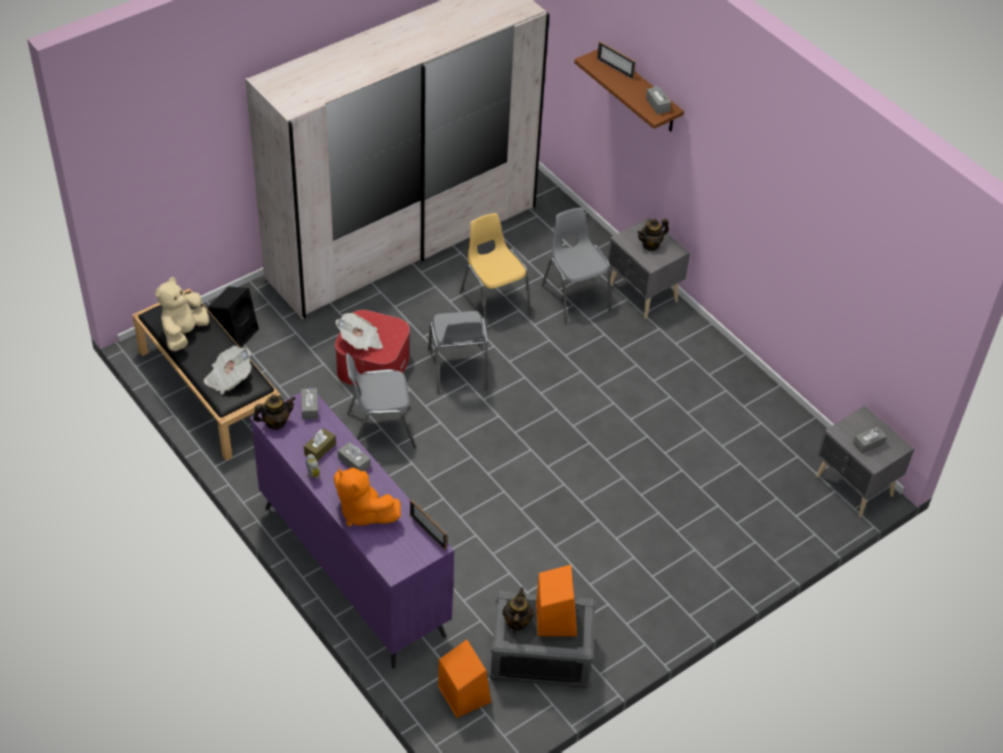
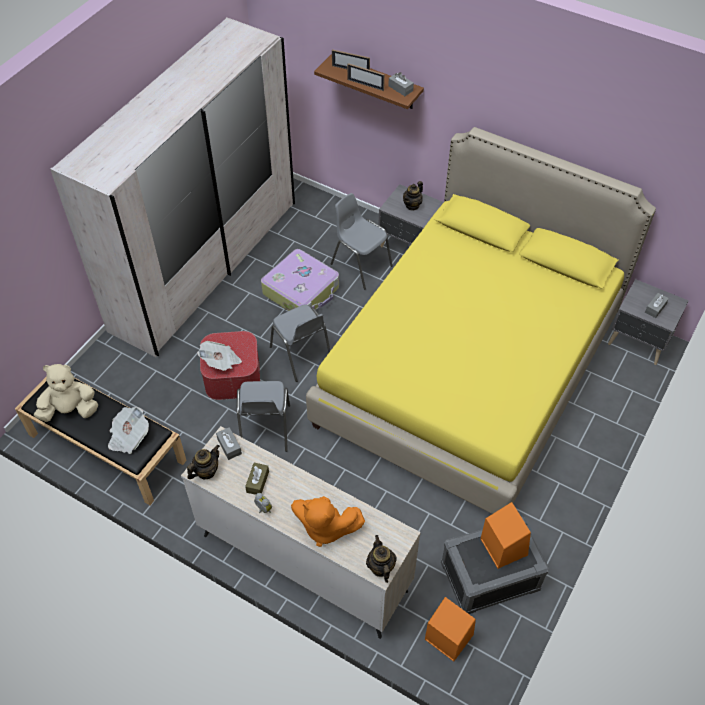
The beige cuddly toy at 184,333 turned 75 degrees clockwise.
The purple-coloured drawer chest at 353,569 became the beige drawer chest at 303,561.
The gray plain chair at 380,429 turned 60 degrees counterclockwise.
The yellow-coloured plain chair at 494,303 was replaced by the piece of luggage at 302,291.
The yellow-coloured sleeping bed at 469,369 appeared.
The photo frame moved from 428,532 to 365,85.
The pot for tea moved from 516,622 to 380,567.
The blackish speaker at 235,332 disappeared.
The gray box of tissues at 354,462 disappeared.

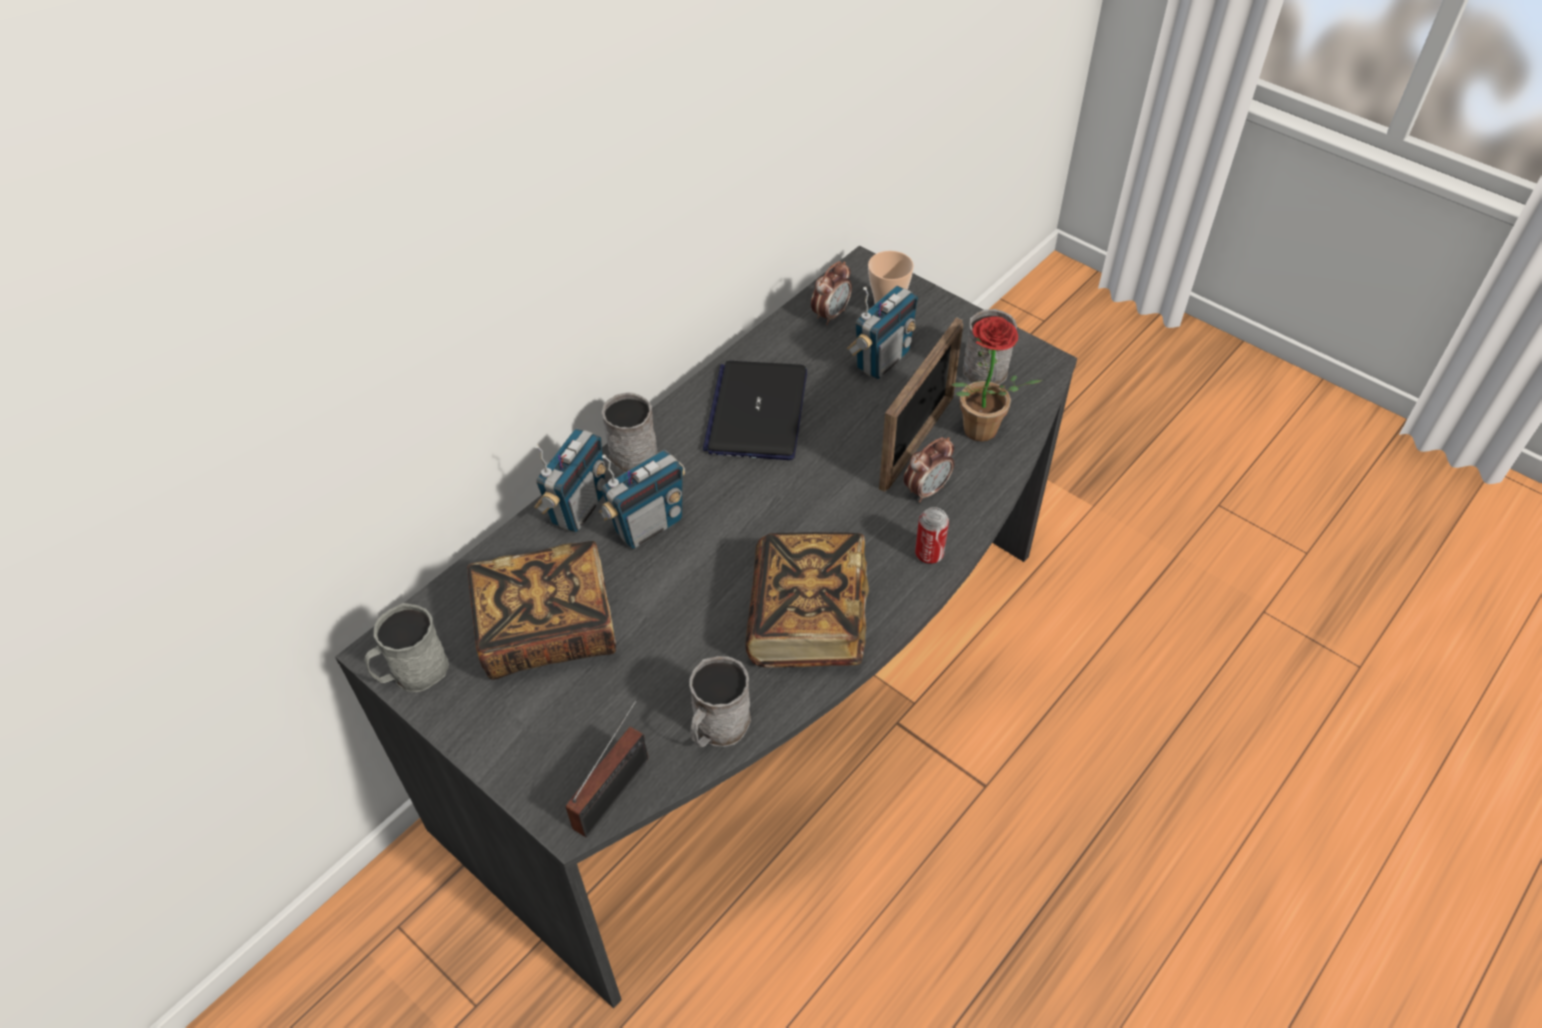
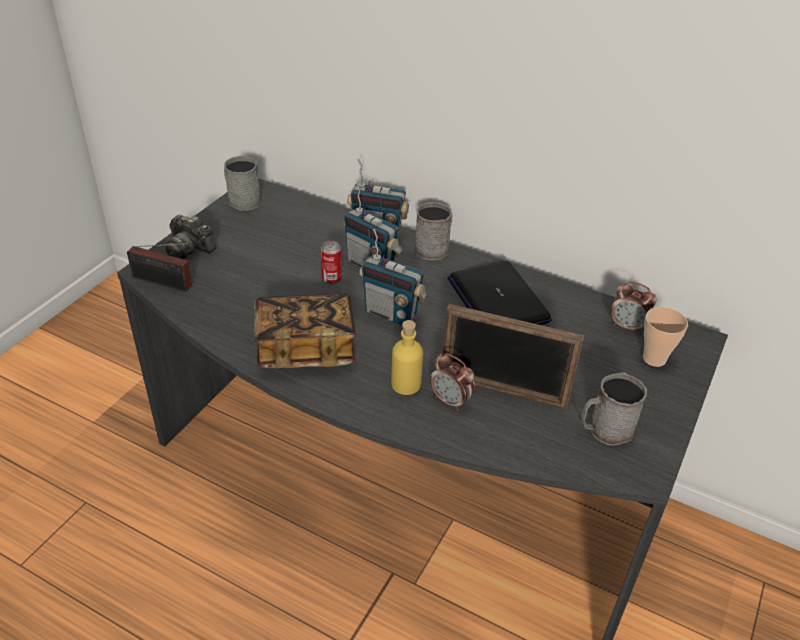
The still camera at 189,248 appeared.
The can moved from 929,554 to 331,279.
The radio receiver moved from 882,360 to 391,313.
The yellow-coloured drink bottle at 406,384 appeared.
The notebook computer at 757,412 turned 105 degrees counterclockwise.
The volume at 548,629 disappeared.
The gray coffee mug at 717,728 disappeared.
The houseplant at 978,435 disappeared.

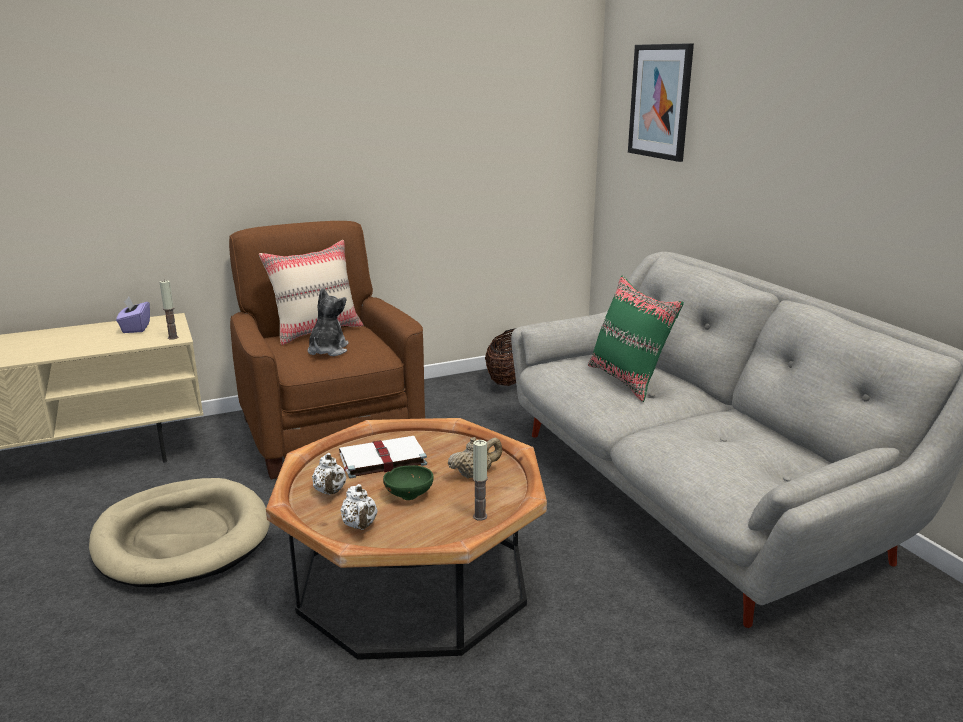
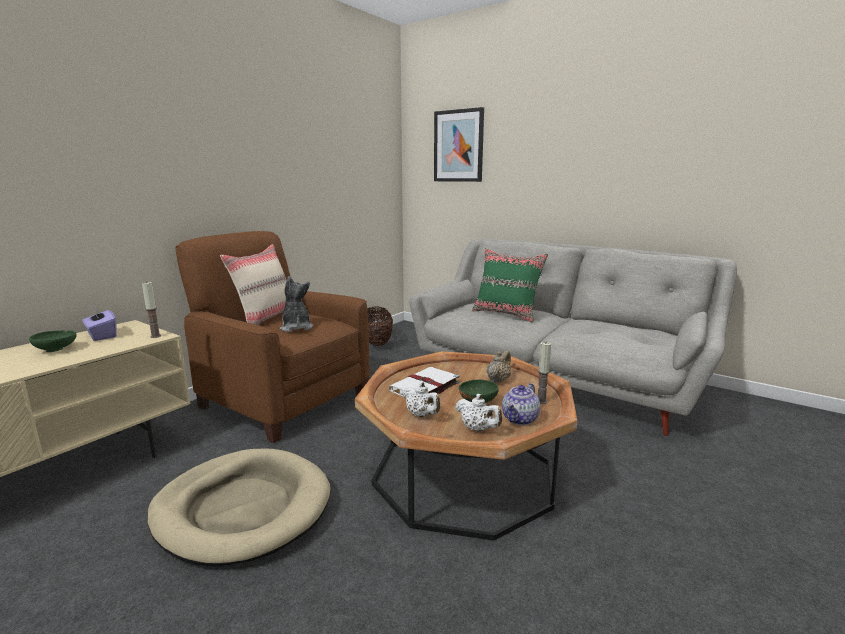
The green serving bowl at 57,350 appeared.
The pot for tea at 520,419 appeared.

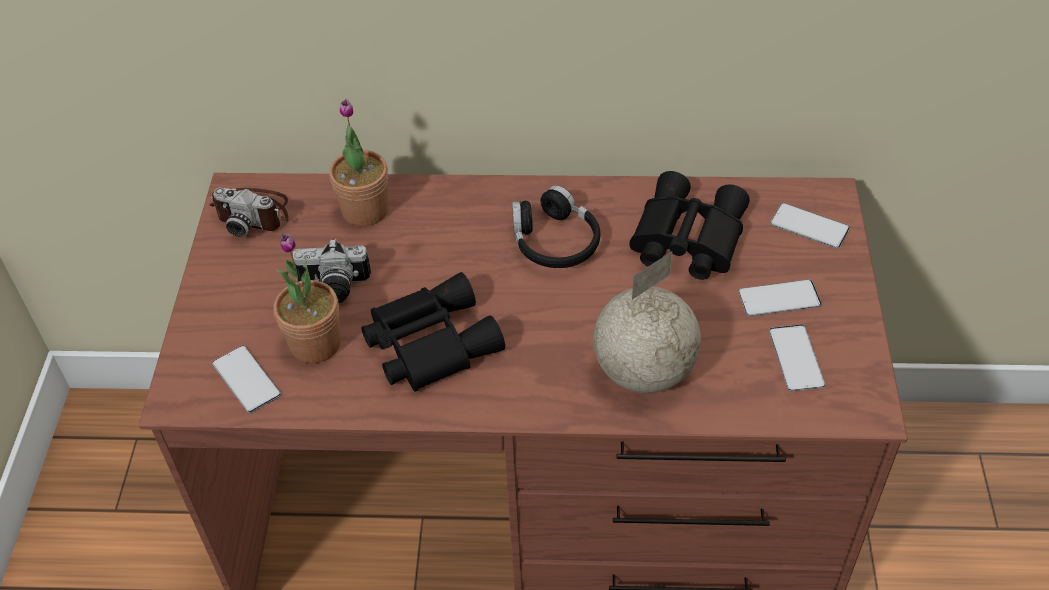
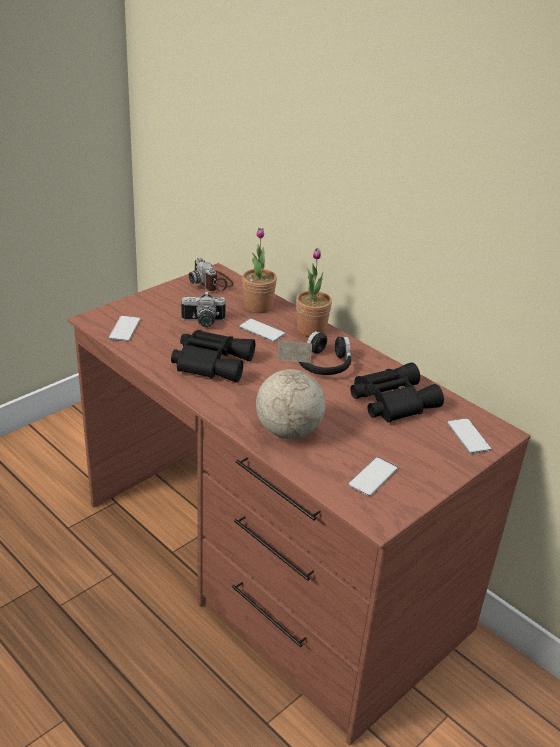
The still camera at 333,288 turned 45 degrees counterclockwise.
The phone moved from 779,298 to 262,330.
The houseplant moved from 315,344 to 311,330.

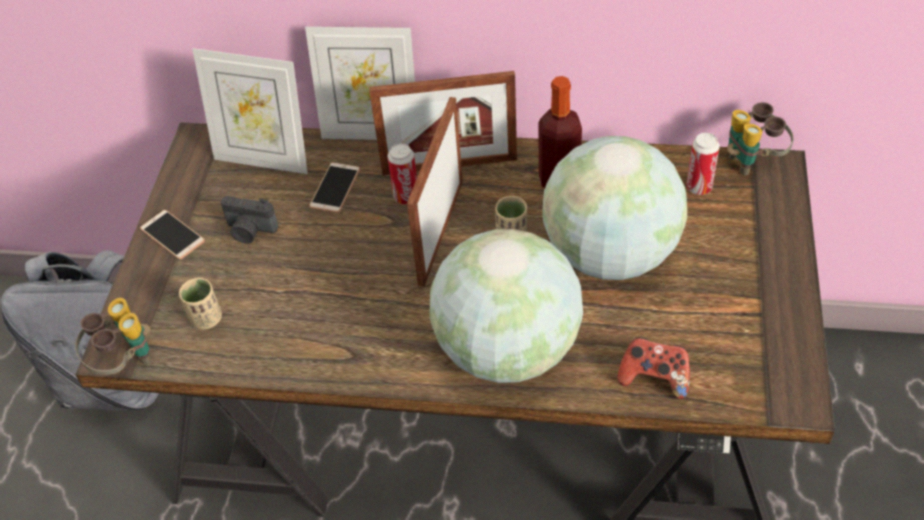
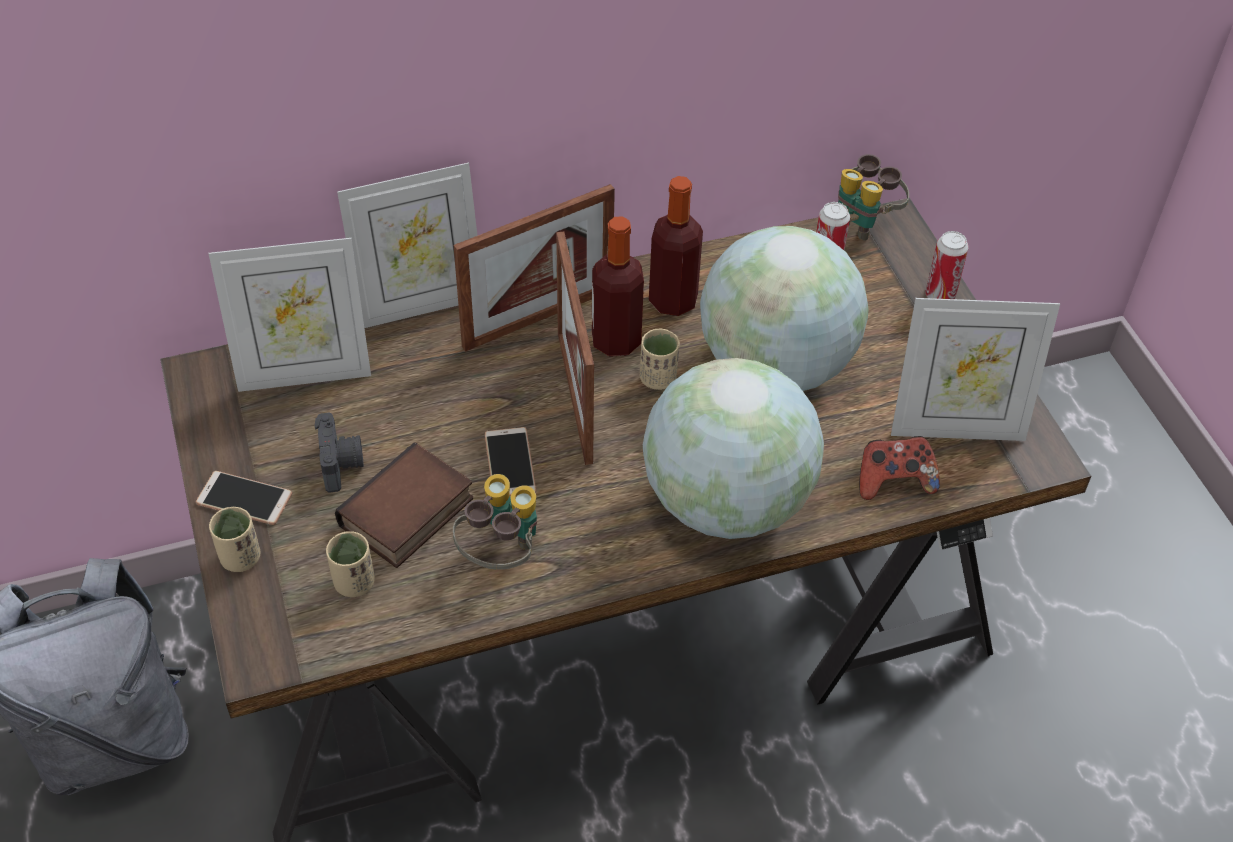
The beige drinking cup at 240,558 appeared.
The still camera at 250,231 turned 90 degrees counterclockwise.
The volume at 408,515 appeared.
The binoculars moved from 125,362 to 501,555.
The phone moved from 335,188 to 510,463.
The drink bottle at 616,341 appeared.
The photo frame at 956,427 appeared.
The can moved from 406,197 to 940,296.

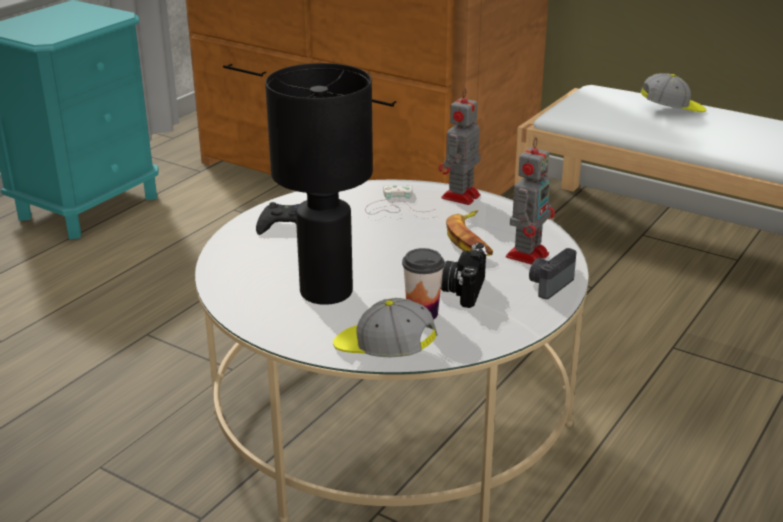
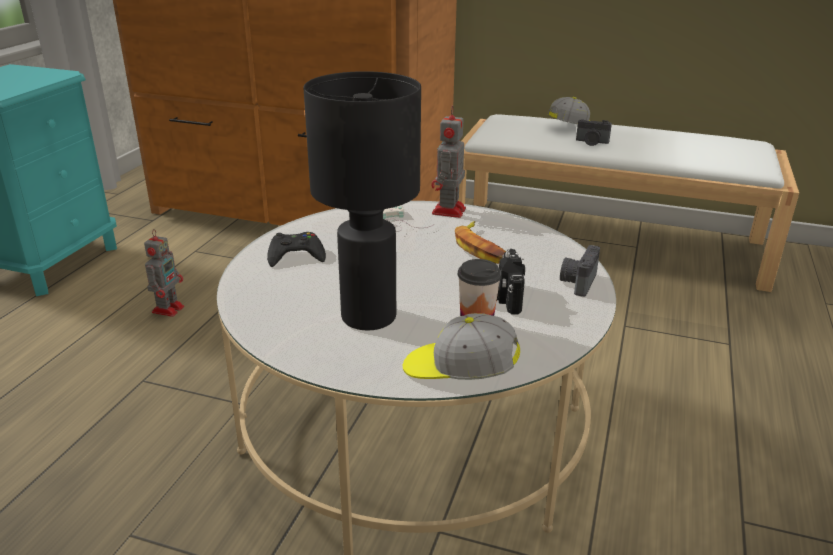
The toy robot moved from 528,254 to 169,308.
The still camera at 591,142 appeared.

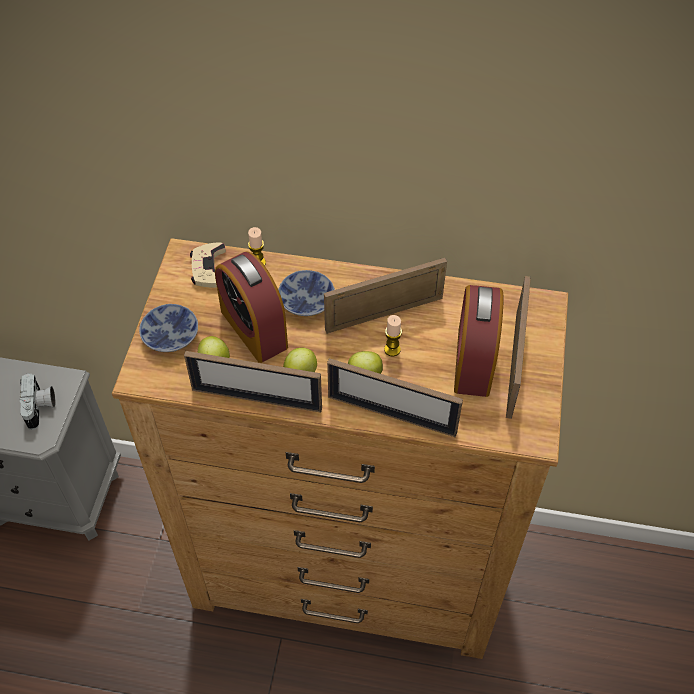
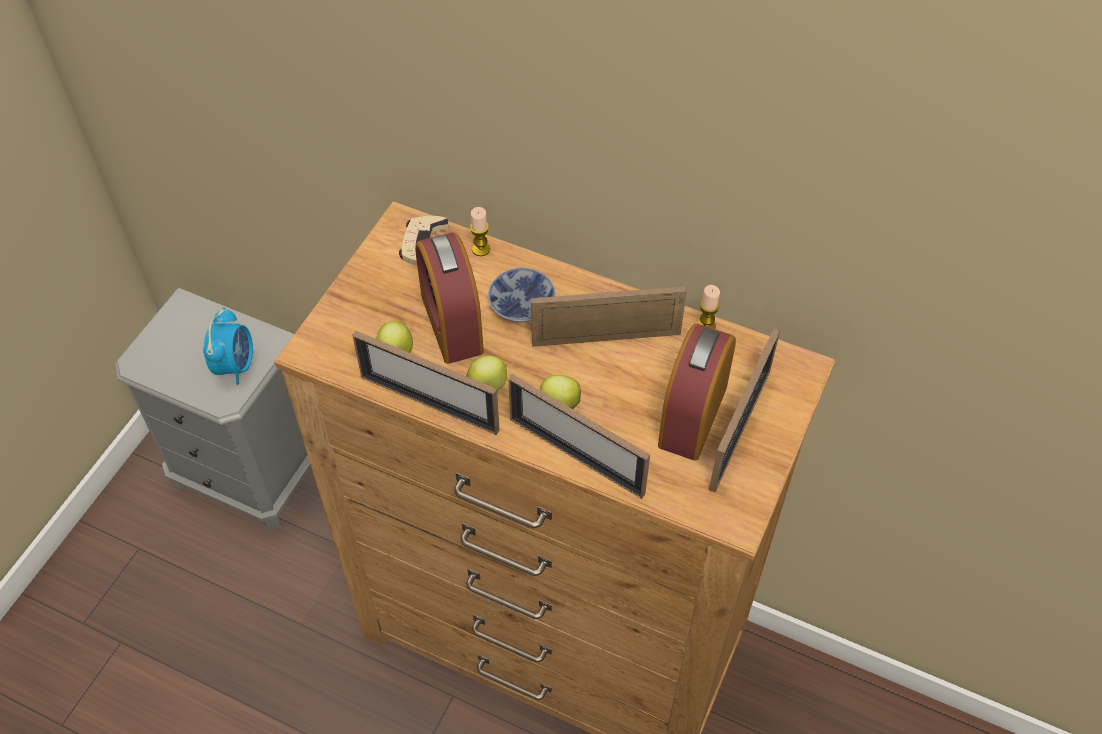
The still camera at 40,407 was replaced by the alarm clock at 235,365.
The wax candle moved from 392,349 to 706,326.
The serving bowl at 169,334 disappeared.

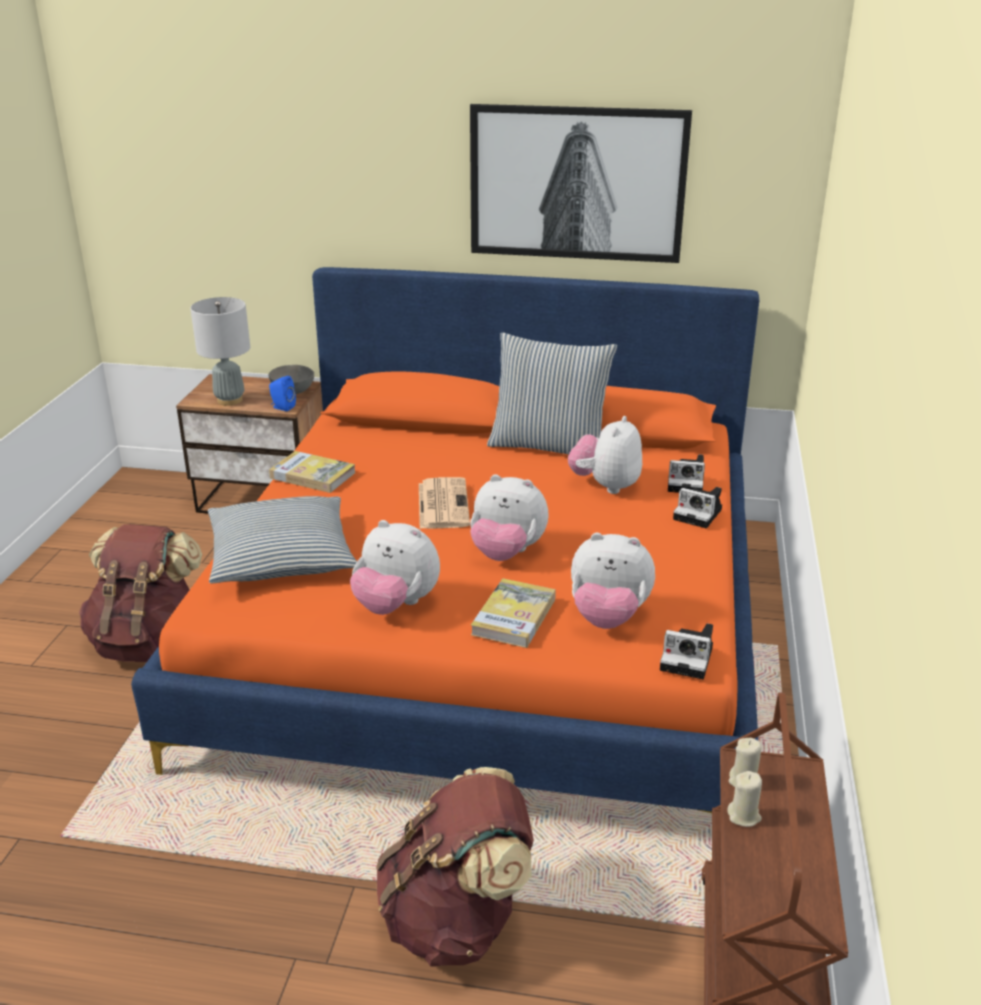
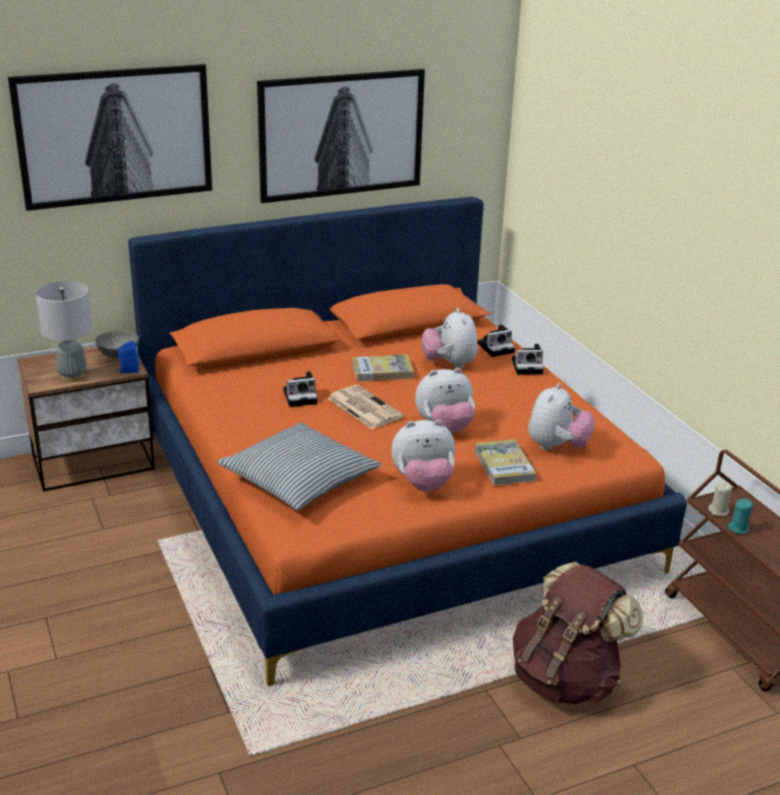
The wall picture at 115,136 appeared.
The still camera moved from 689,659 to 301,396.
The volume moved from 312,475 to 382,371.
The cuddly toy at 608,617 turned 45 degrees counterclockwise.
The beige wax candle at 744,816 became the turquoise-coloured wax candle at 738,528.
The brownish rucksack at 149,642 disappeared.
The cushion at 549,446 disappeared.

